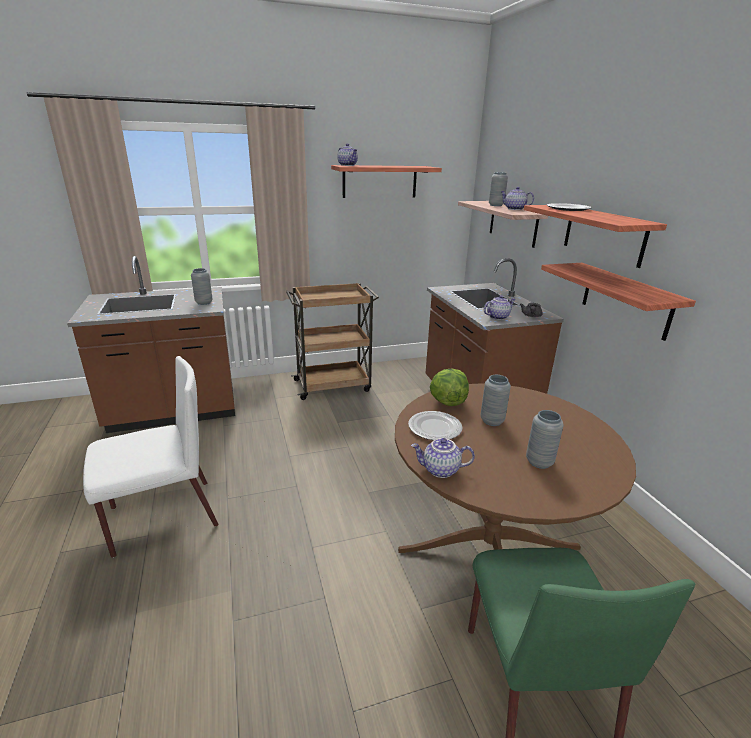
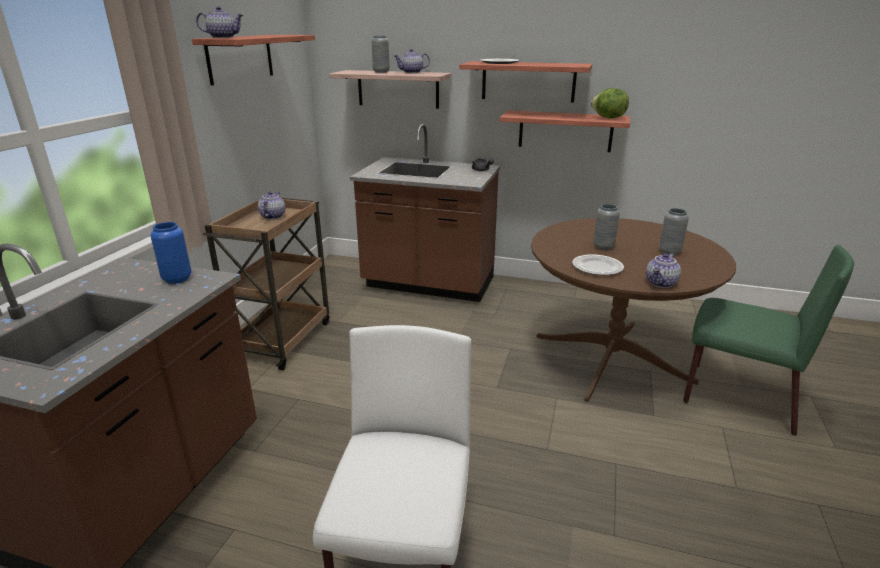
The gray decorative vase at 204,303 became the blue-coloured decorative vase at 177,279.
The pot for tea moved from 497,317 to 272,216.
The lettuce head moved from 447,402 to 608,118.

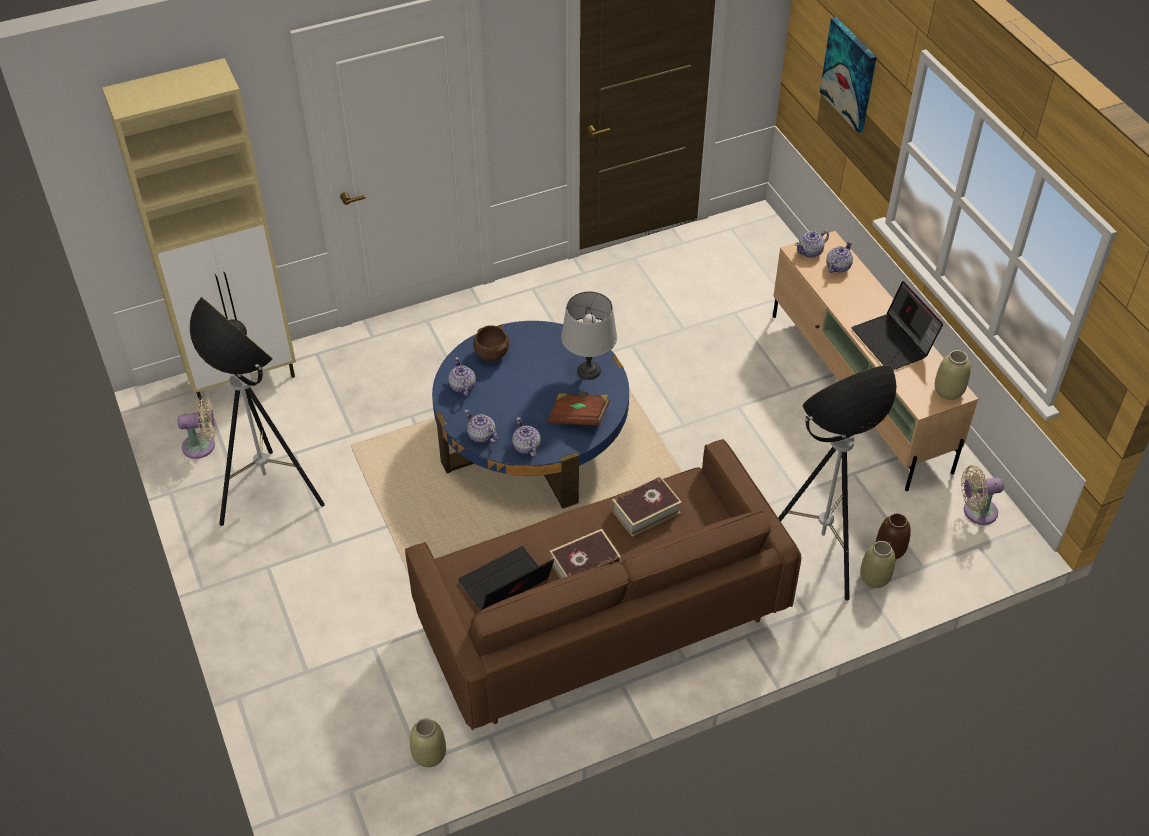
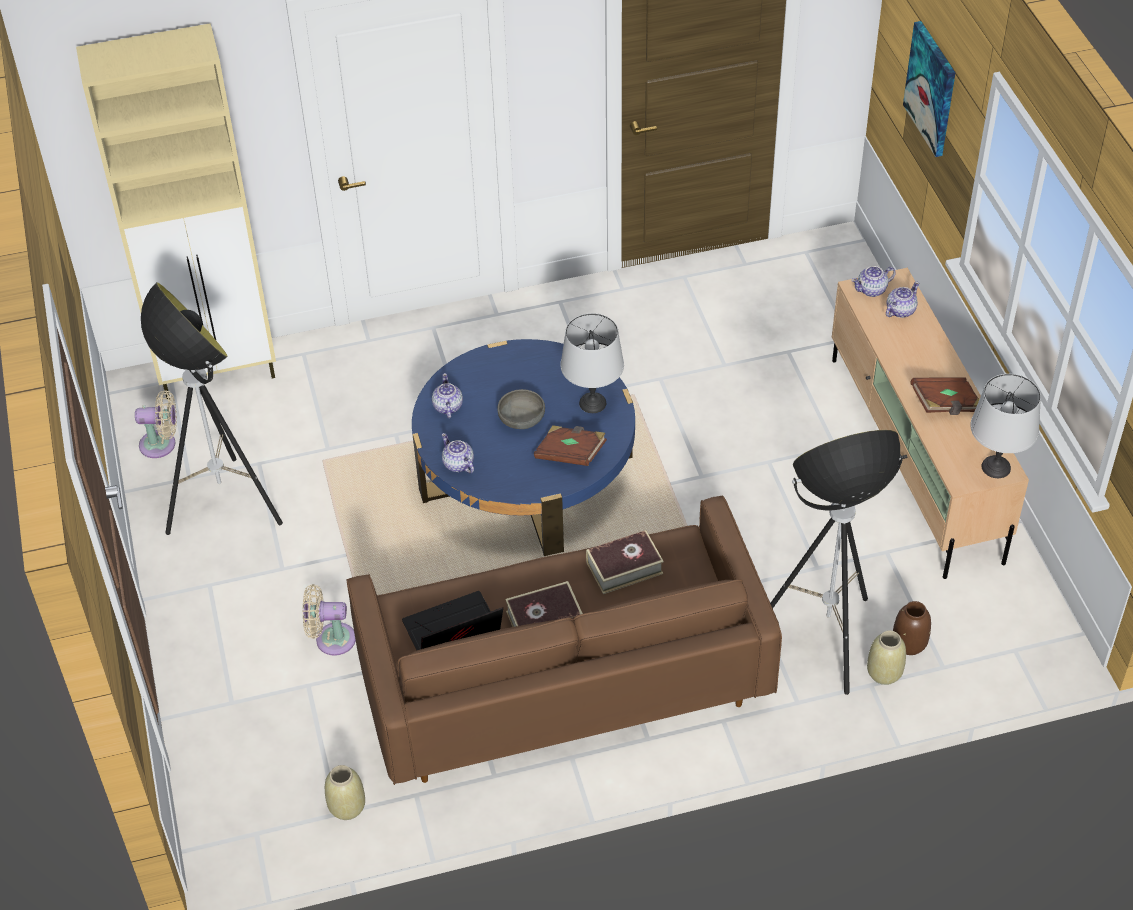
The beige cooling fan moved from 976,512 to 331,639.
The gray serving bowl at 521,419 appeared.
The notebook computer at 894,342 was replaced by the brownish volume at 945,405.
The beige decorative vase at 948,390 was replaced by the gray lamp for a table at 995,467.
The brownish serving bowl at 491,354 disappeared.
The pot for tea at 526,447 disappeared.

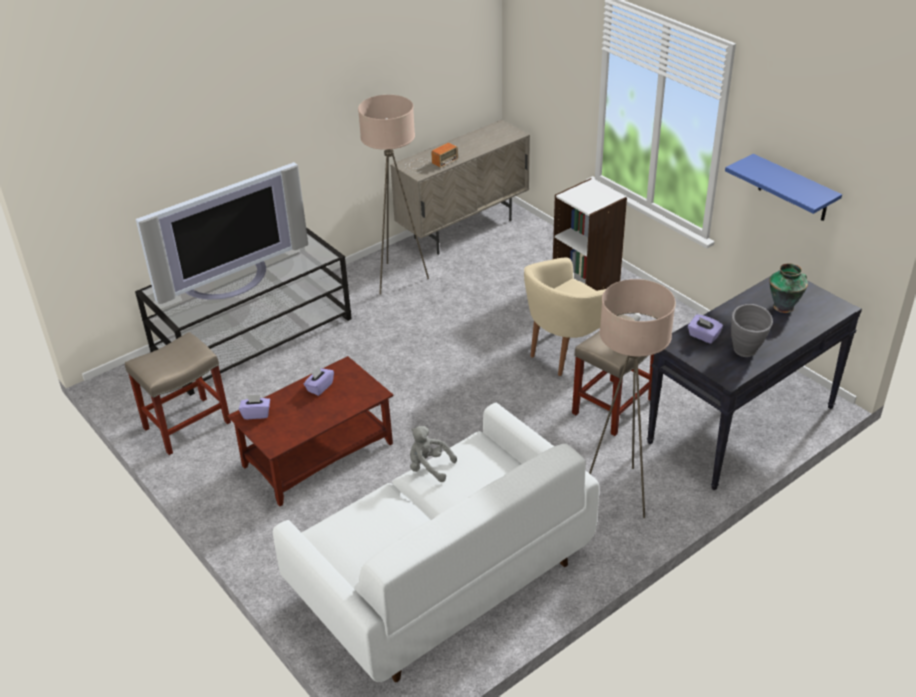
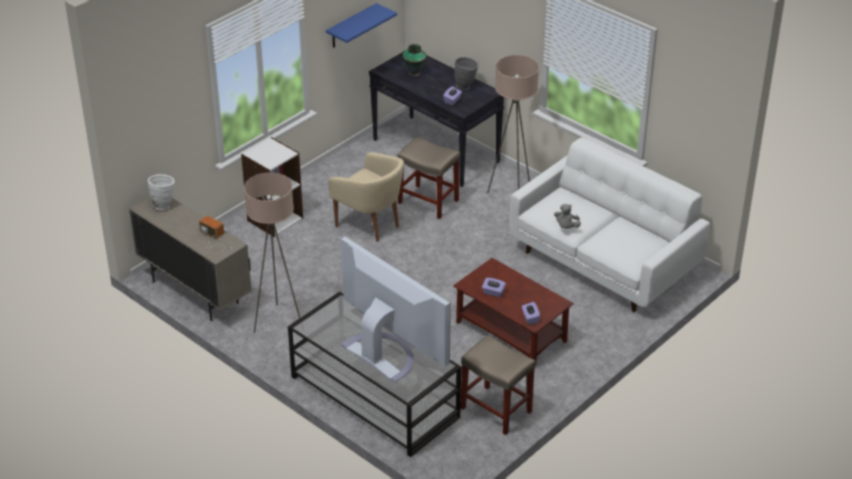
The whitish decorative vase at 164,204 appeared.

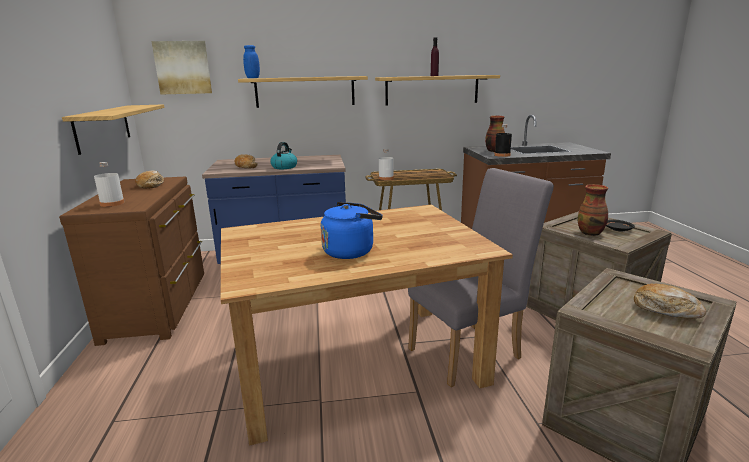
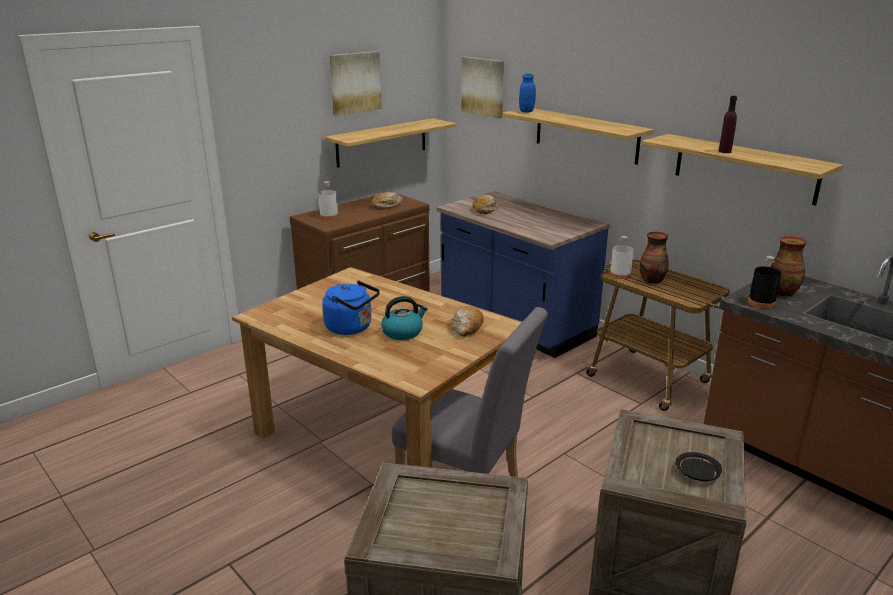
The wall picture at 354,82 appeared.
The water kettle moved from 284,167 to 403,332.
The bakery bread moved from 665,309 to 466,327.
The decorative vase moved from 590,233 to 652,280.

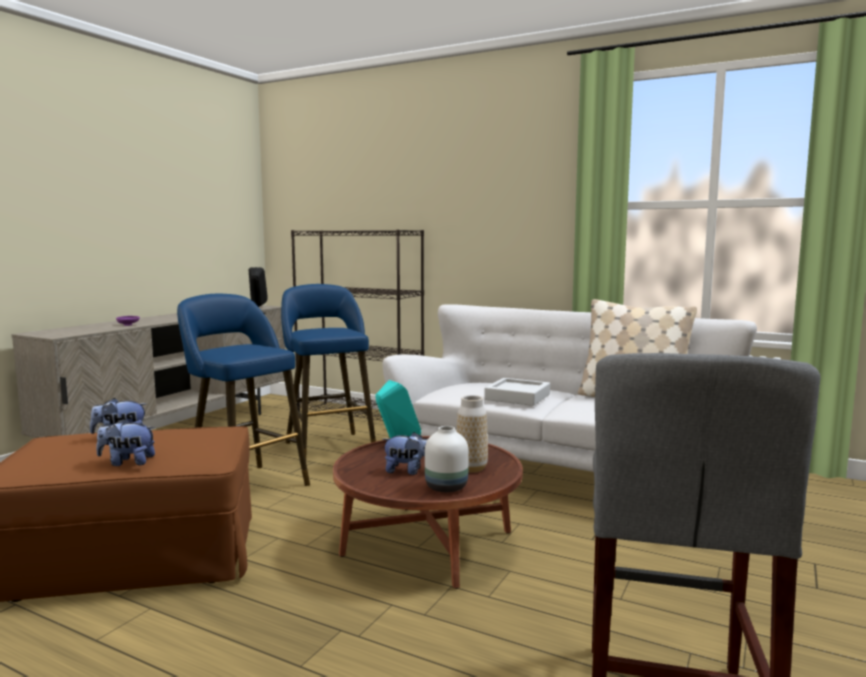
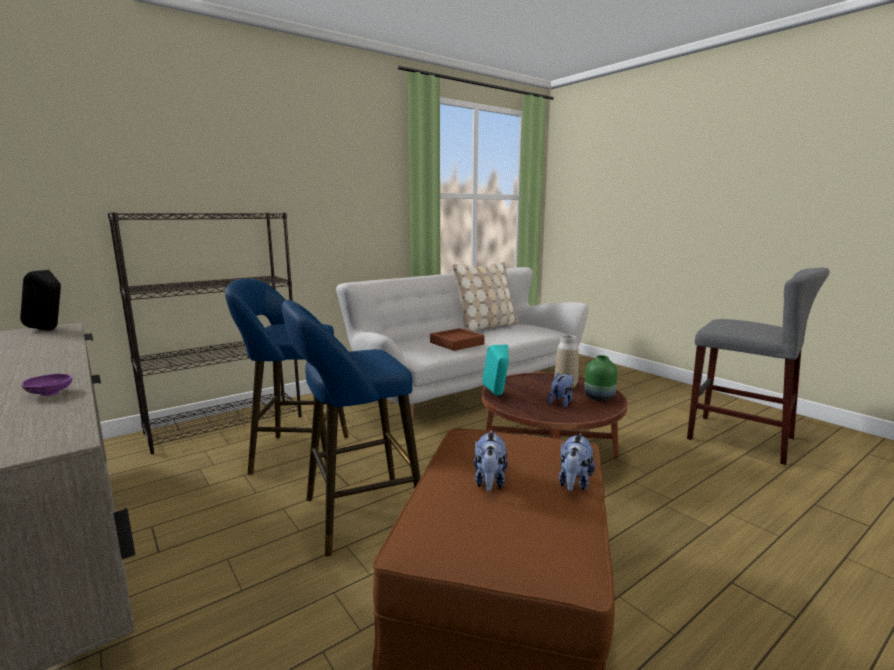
The gray tray at 517,397 became the brownish tray at 457,343.
The whitish decorative vase at 447,487 became the green decorative vase at 599,397.

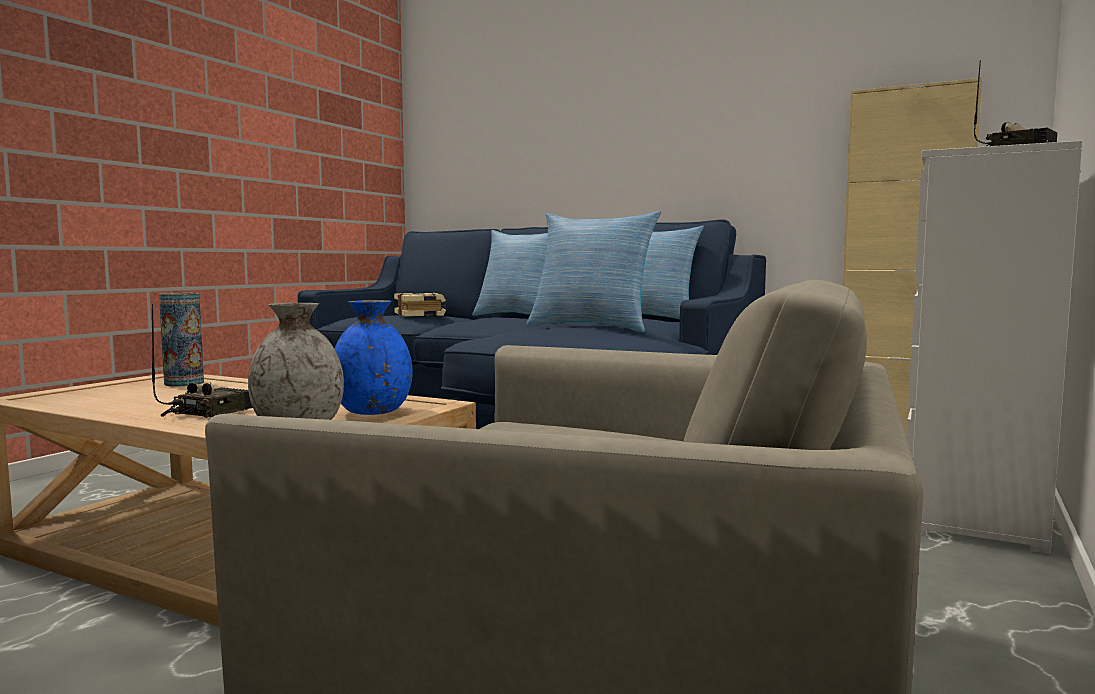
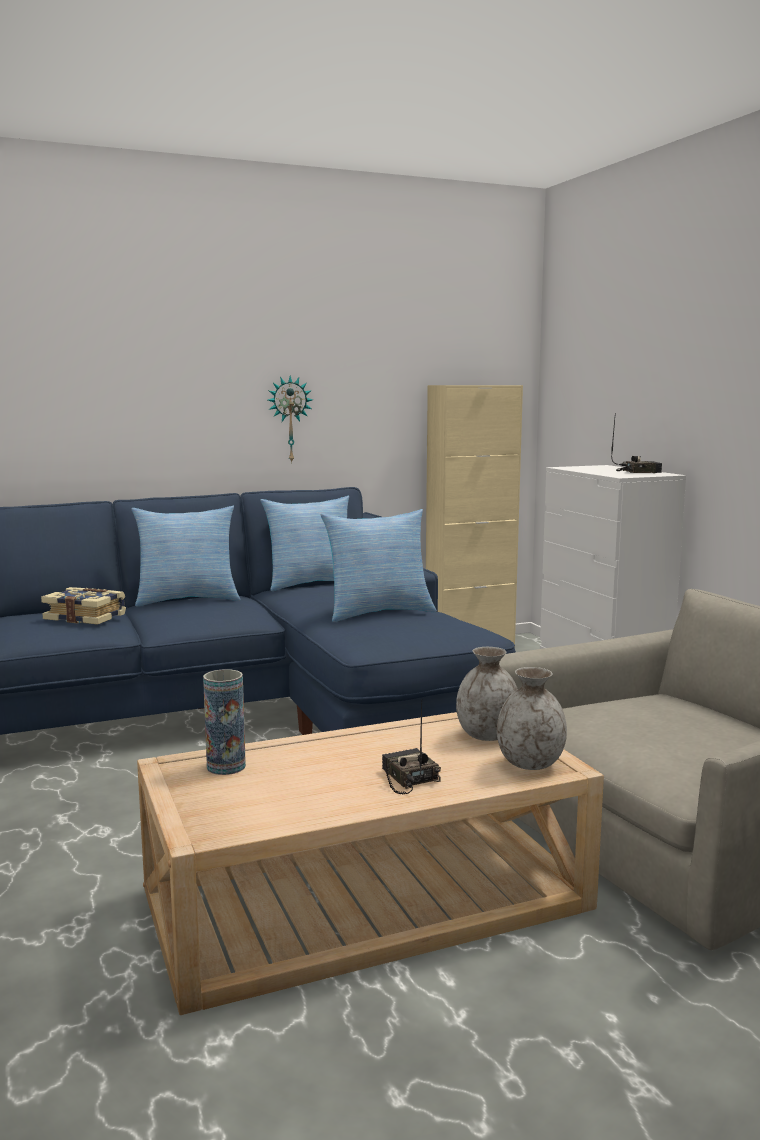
The wall clock at 289,419 appeared.
The blue-coloured decorative vase at 372,412 became the gray decorative vase at 487,736.

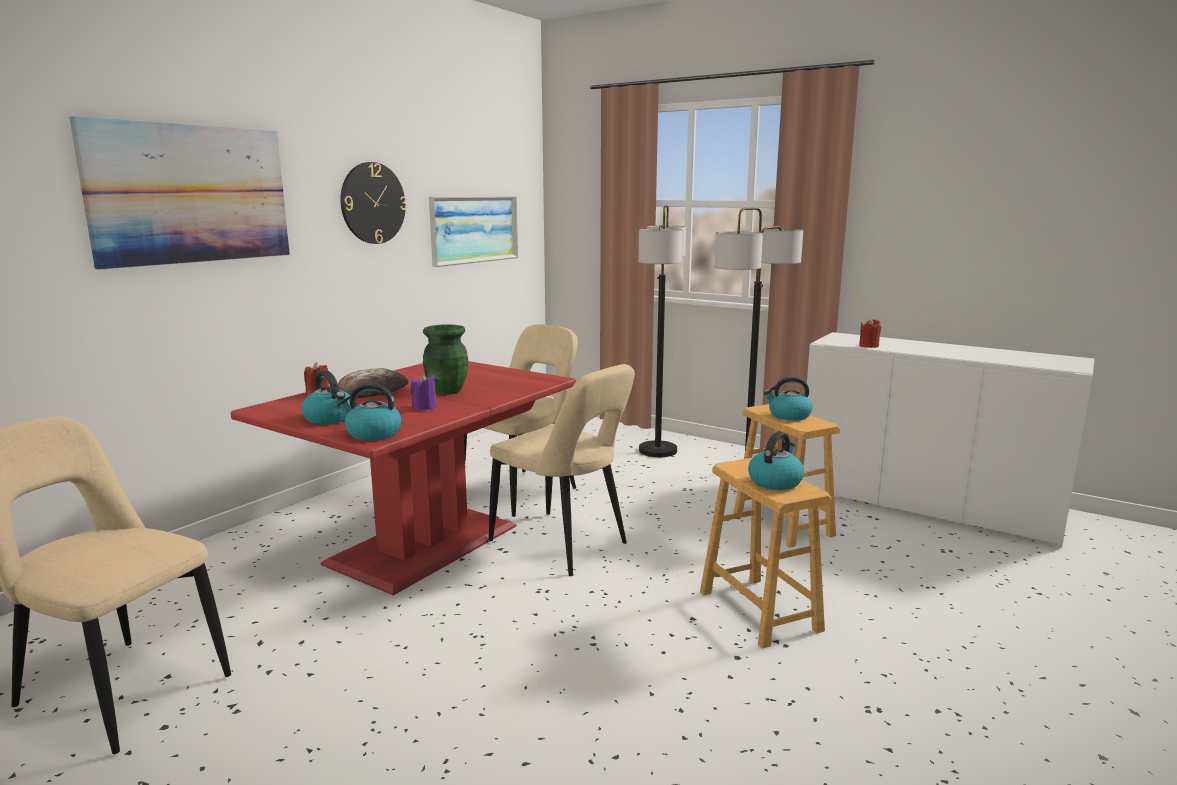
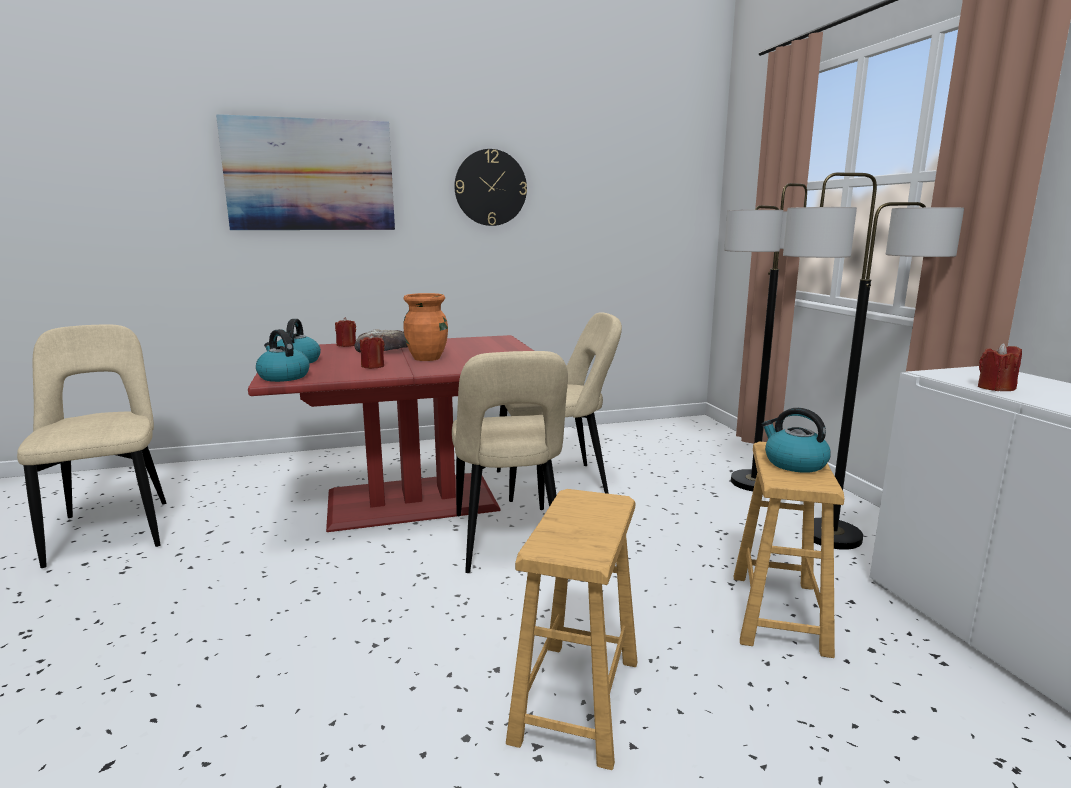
The purple-coloured wax candle at 424,407 became the reddish wax candle at 373,366.
The green decorative vase at 447,391 became the orangey decorative vase at 427,358.
The wall picture at 474,229 disappeared.
The water kettle at 775,481 disappeared.

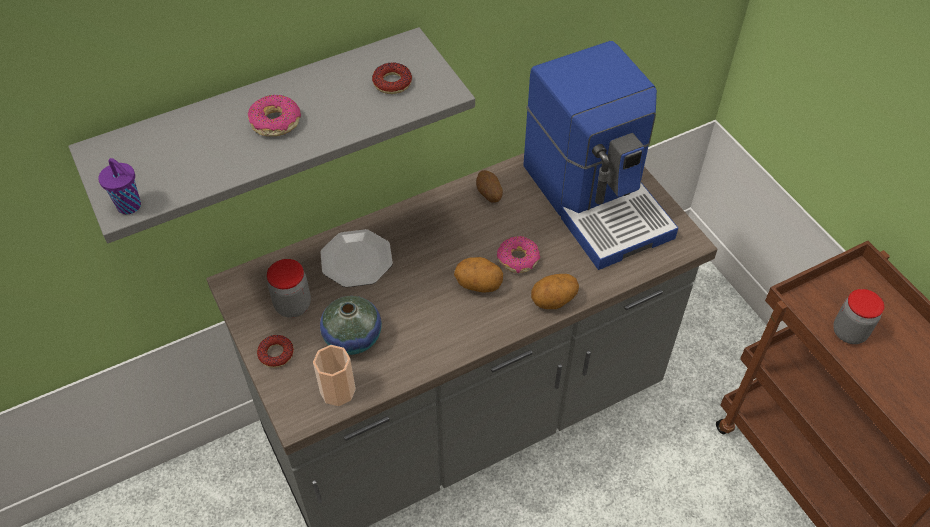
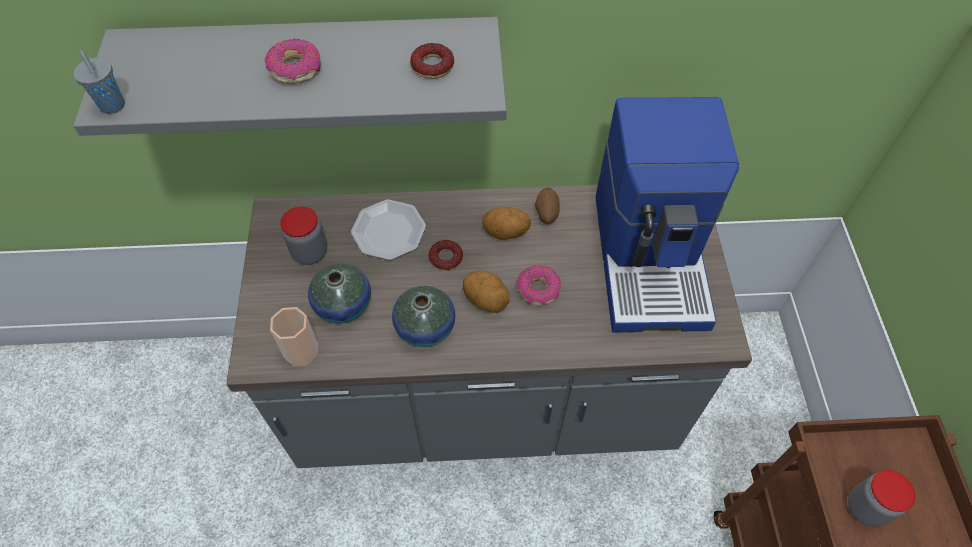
The purple-coloured drinking cup at 130,206 became the gray drinking cup at 113,107.
The decorative vase at 425,327 appeared.
The doughnut moved from 276,354 to 446,258.
The spud moved from 553,301 to 505,233.

